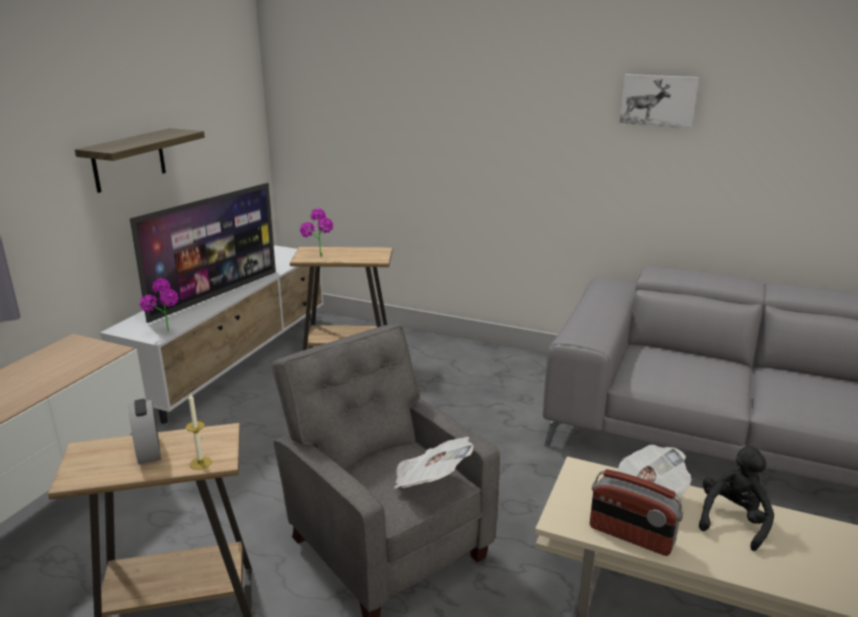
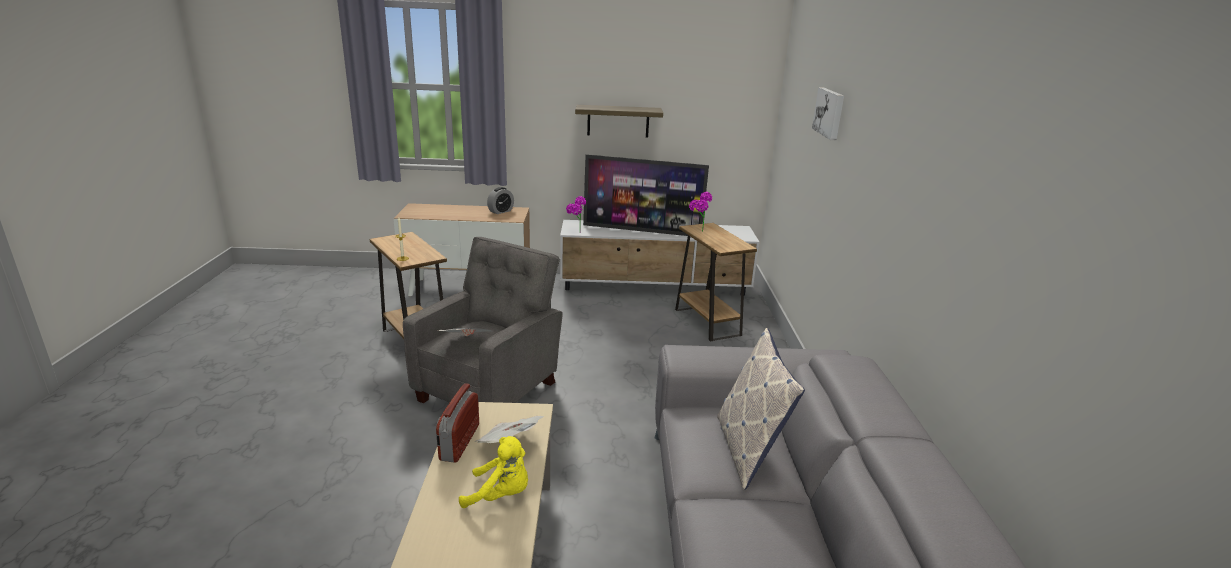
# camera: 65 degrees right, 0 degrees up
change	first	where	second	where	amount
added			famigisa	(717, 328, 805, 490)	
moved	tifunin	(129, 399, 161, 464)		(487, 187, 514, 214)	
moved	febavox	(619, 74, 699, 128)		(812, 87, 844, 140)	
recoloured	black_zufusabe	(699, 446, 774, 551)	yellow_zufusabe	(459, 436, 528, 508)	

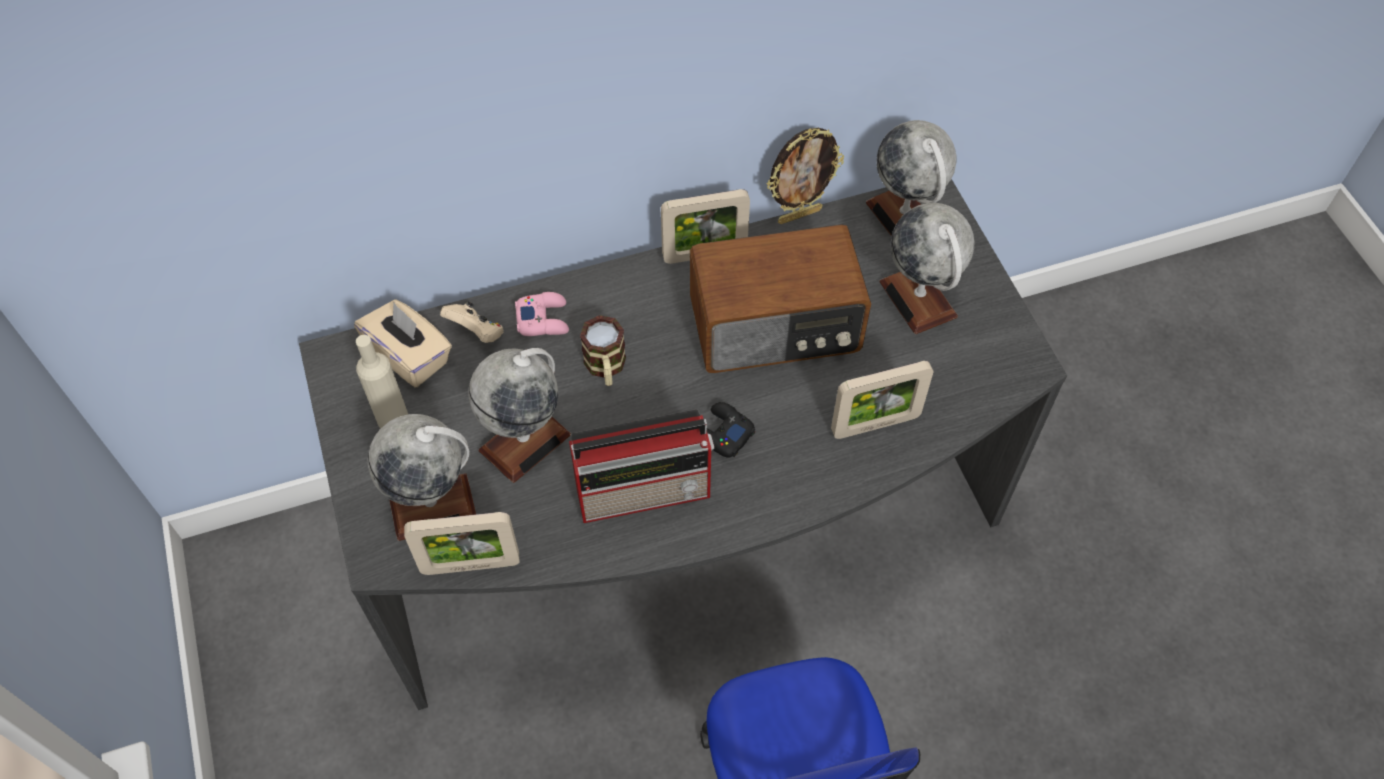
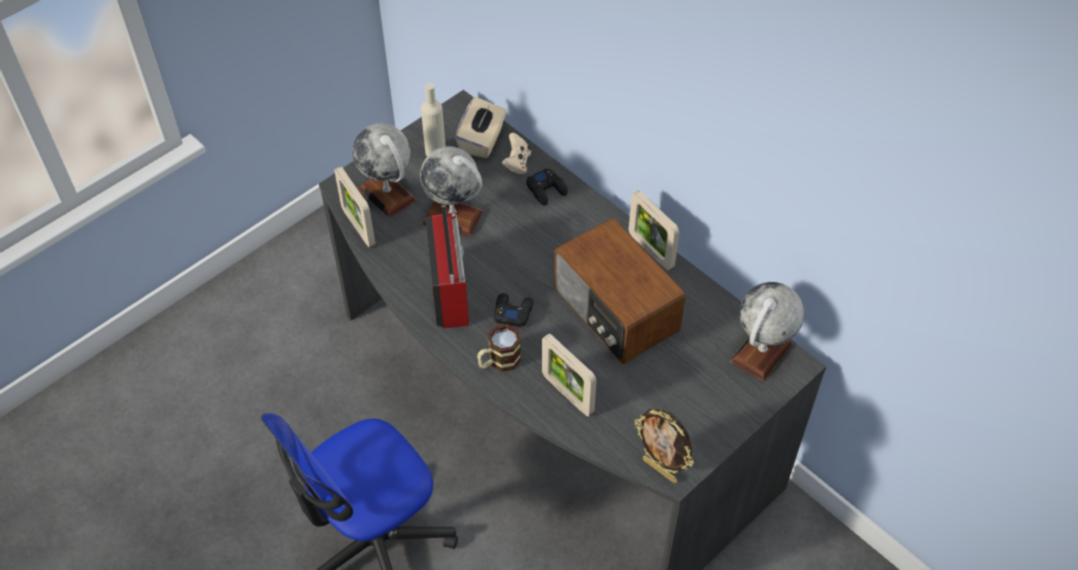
# camera: 65 degrees right, 5 degrees down
change	first	where	second	where	amount
removed	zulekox	(879, 203, 975, 334)			
moved	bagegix	(580, 315, 626, 386)		(477, 324, 521, 372)	
moved	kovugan	(767, 128, 844, 224)		(635, 408, 694, 483)	
recoloured	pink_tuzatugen	(515, 292, 569, 336)	black_tuzatugen	(526, 168, 568, 205)	
turned	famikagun	(569, 409, 714, 523)		(425, 205, 469, 328)	150 degrees counterclockwise

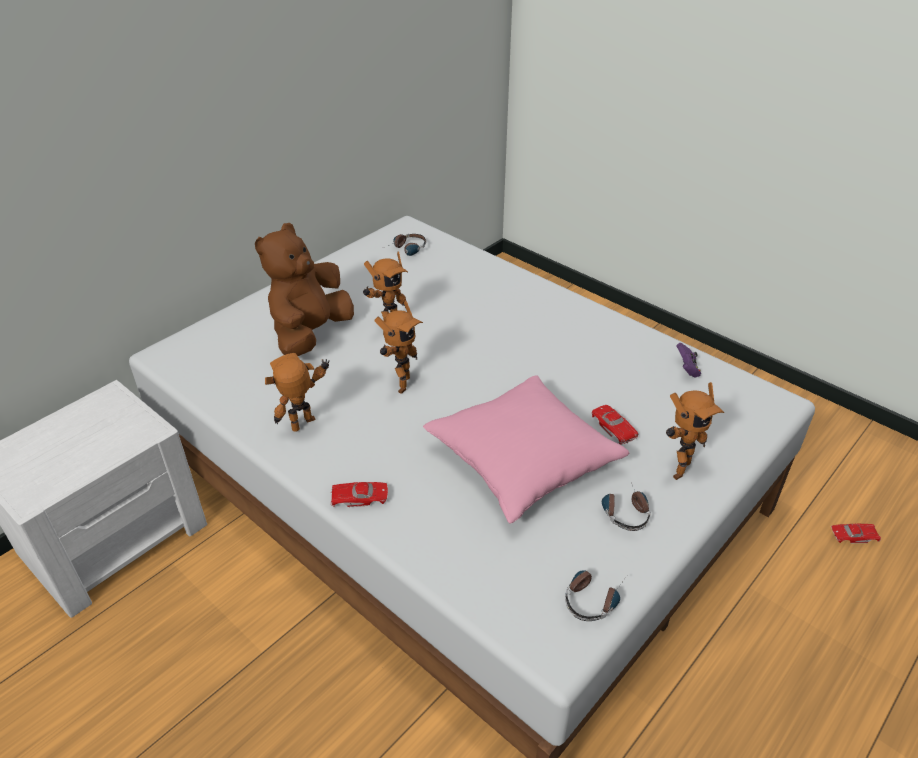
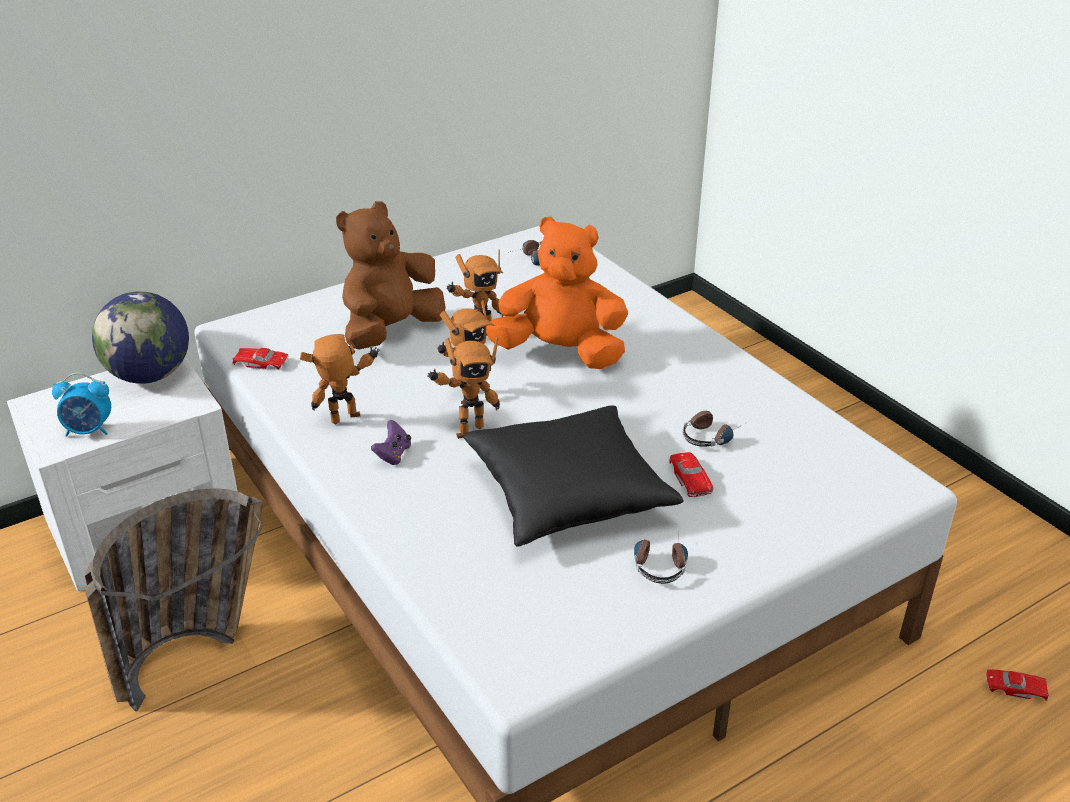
# camera: 15 degrees right, 5 degrees down
change	first	where	second	where	amount
added			tifunin	(52, 372, 111, 437)	
added			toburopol	(84, 488, 264, 712)	
added			zulekox	(92, 291, 189, 384)	
added			orange_zufusabe	(486, 216, 628, 369)	
moved	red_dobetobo	(330, 482, 388, 507)		(232, 348, 289, 370)	
moved	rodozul	(565, 570, 627, 621)		(682, 411, 742, 447)	
moved	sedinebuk	(666, 382, 725, 480)		(427, 336, 500, 439)	
moved	purple_tuzatugen	(676, 343, 701, 378)		(371, 420, 411, 465)	
recoloured	pink_famigisa	(423, 375, 629, 524)	black_famigisa	(463, 405, 684, 547)	

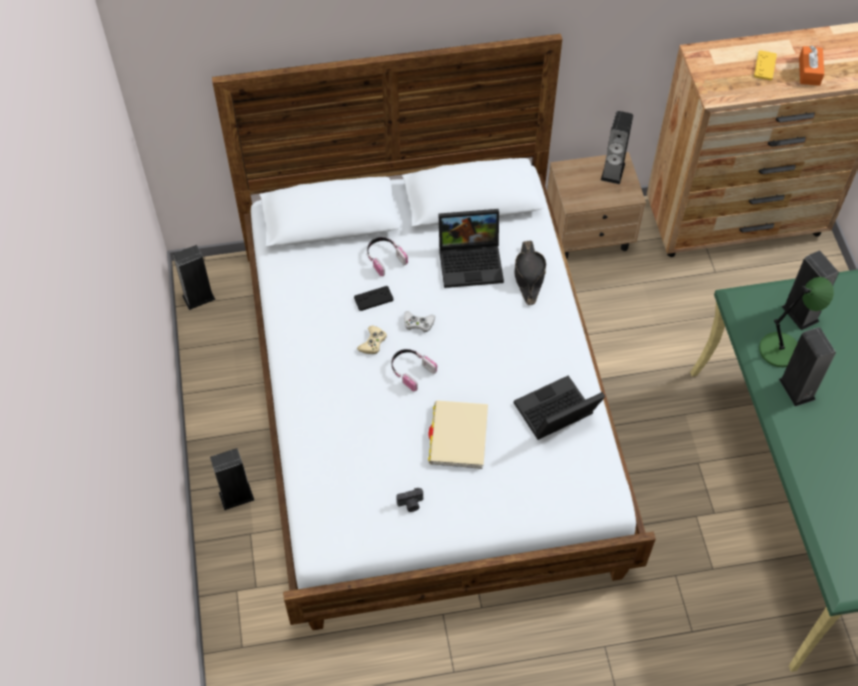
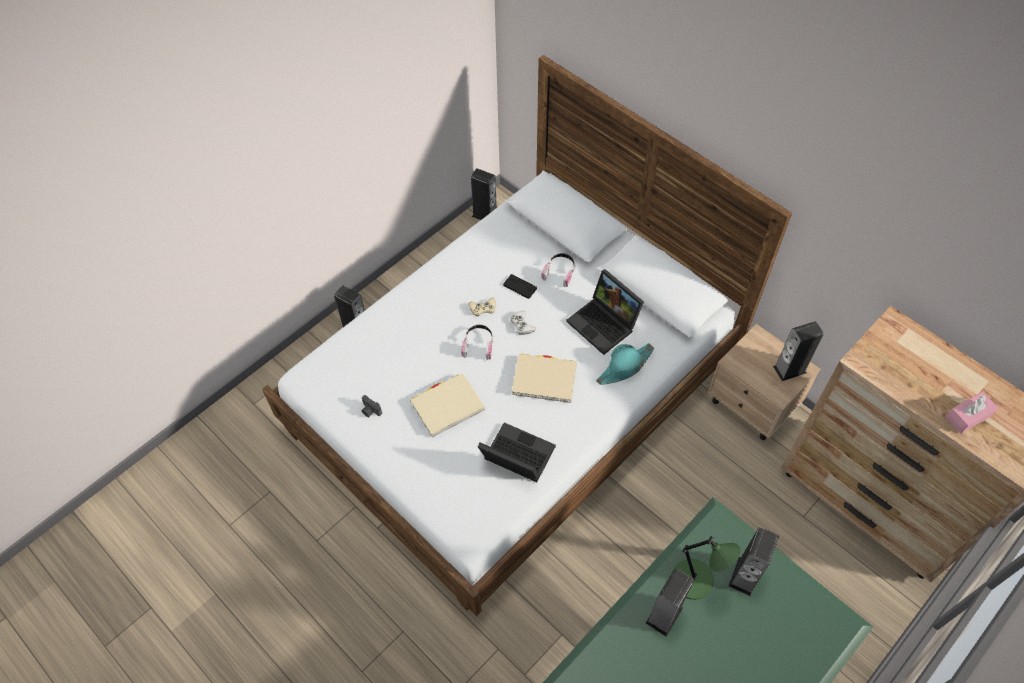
# camera: 55 degrees right, 0 degrees up
change	first	where	second	where	amount
removed	yellow_tuzatugen	(754, 50, 777, 80)			
added			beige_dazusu	(512, 353, 577, 403)	
recoloured	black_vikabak	(515, 241, 546, 305)	turquoise_vikabak	(596, 343, 654, 385)	
recoloured	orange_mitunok	(799, 46, 824, 86)	pink_mitunok	(946, 391, 998, 433)	

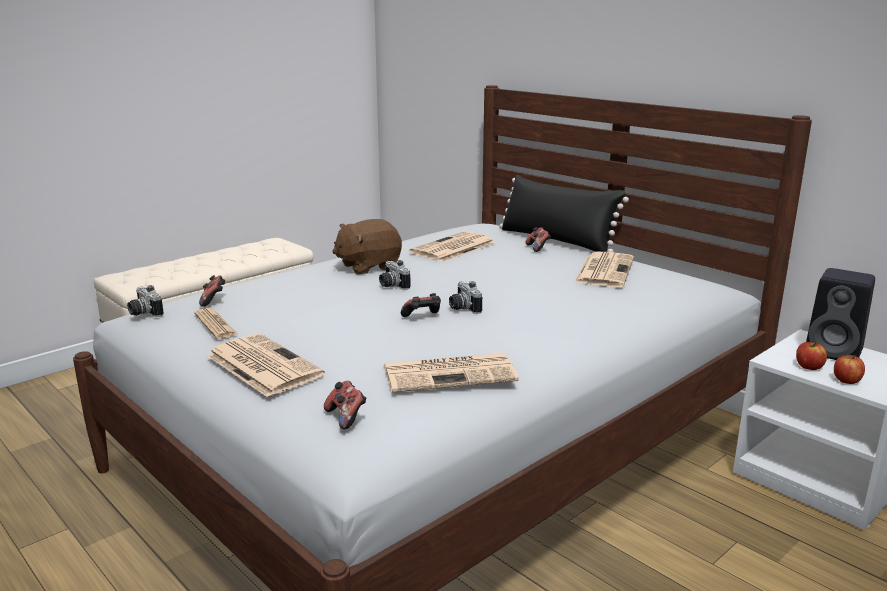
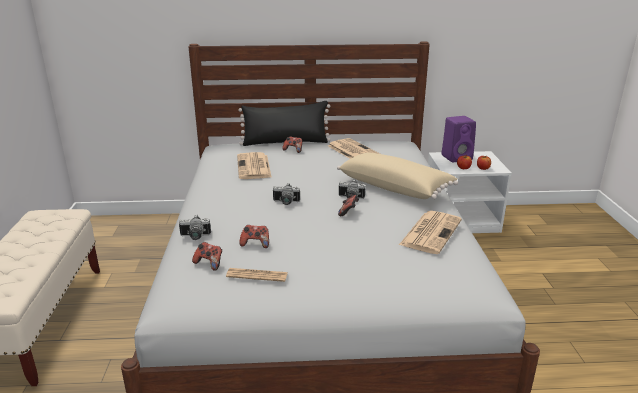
# camera: 50 degrees left, 5 degrees up
change	first	where	second	where	amount
removed	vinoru	(207, 334, 325, 397)			
removed	brown_zufusabe	(332, 219, 402, 274)			
added			beige_famigisa	(337, 152, 458, 199)	
moved	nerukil	(127, 285, 164, 317)		(179, 215, 211, 240)	
moved	tuzatugen	(324, 381, 367, 429)		(239, 225, 269, 248)	
recoloured	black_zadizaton	(806, 268, 875, 360)	purple_zadizaton	(441, 116, 476, 162)	

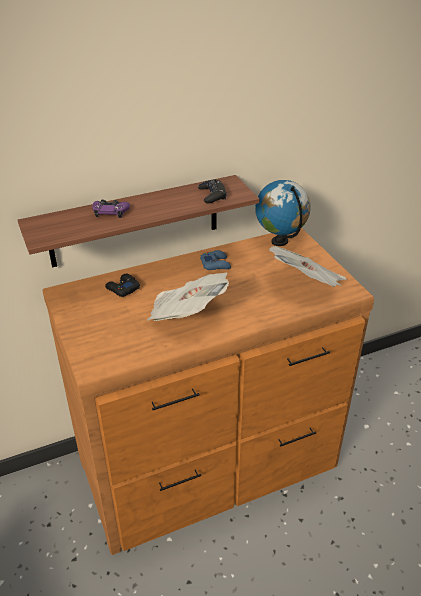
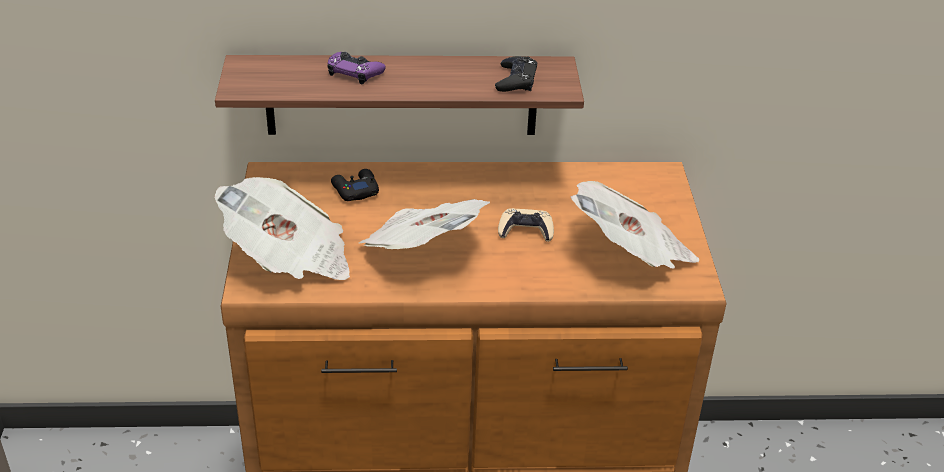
# camera: 20 degrees right, 0 degrees up
change	first	where	second	where	amount
removed	blue_tuzatugen	(200, 250, 231, 270)			
removed	zulekox	(255, 180, 311, 246)			
added			vinoru	(215, 177, 350, 280)	
added			beige_tuzatugen	(498, 208, 554, 242)	

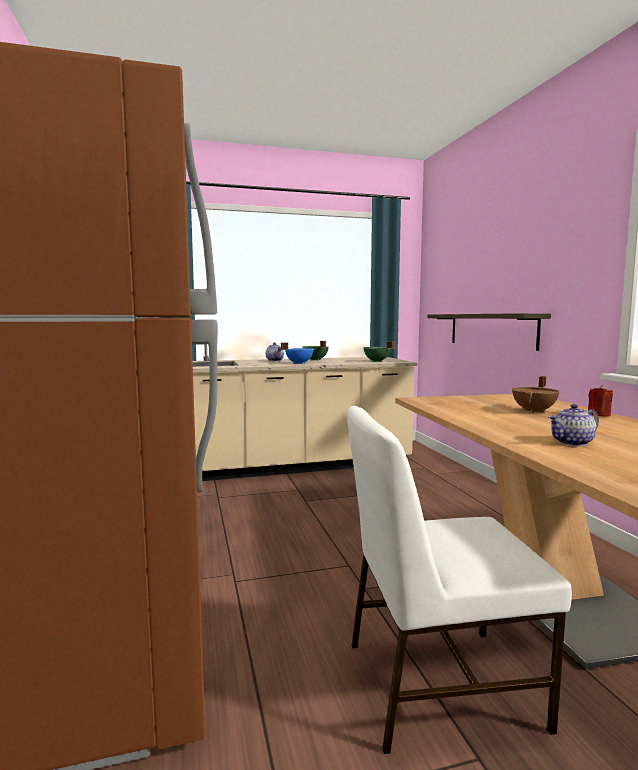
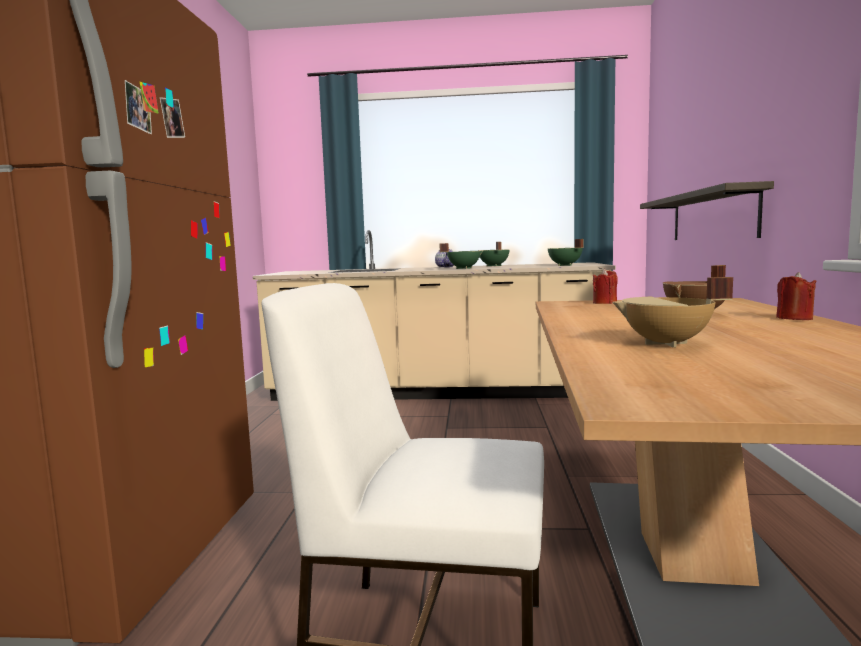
# camera: 20 degrees right, 0 degrees up
change	first	where	second	where	amount
added			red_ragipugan	(593, 269, 618, 304)	
replaced	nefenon	(548, 404, 599, 446)	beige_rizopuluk	(612, 277, 733, 348)	
recoloured	blue_rizopuluk	(281, 342, 314, 364)	green_rizopuluk	(440, 243, 483, 269)	

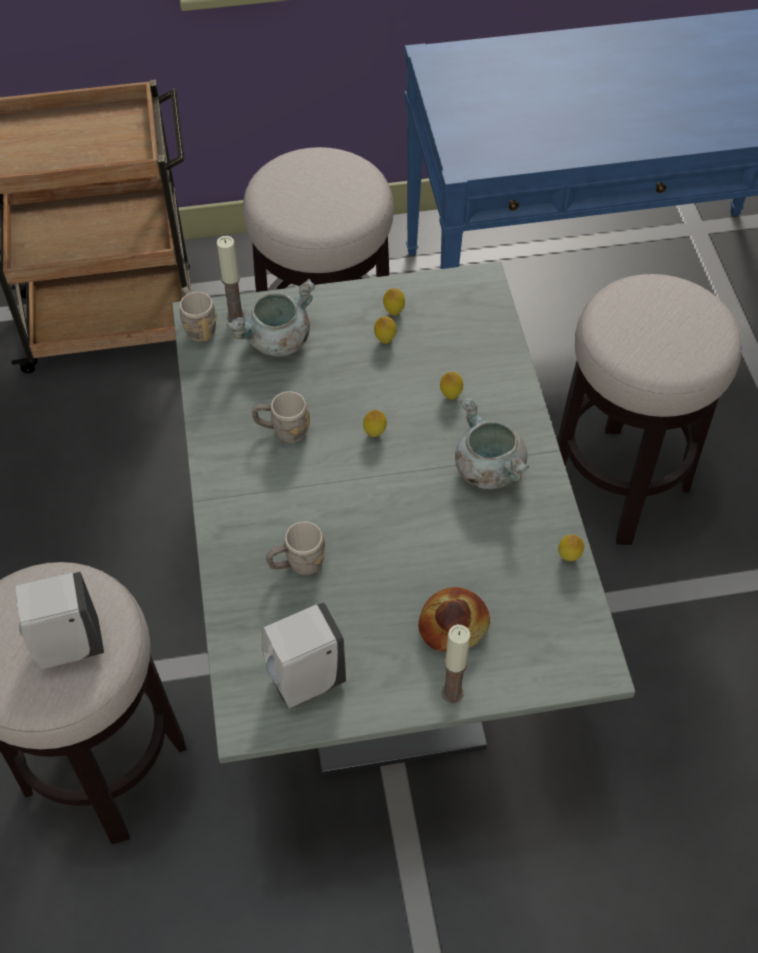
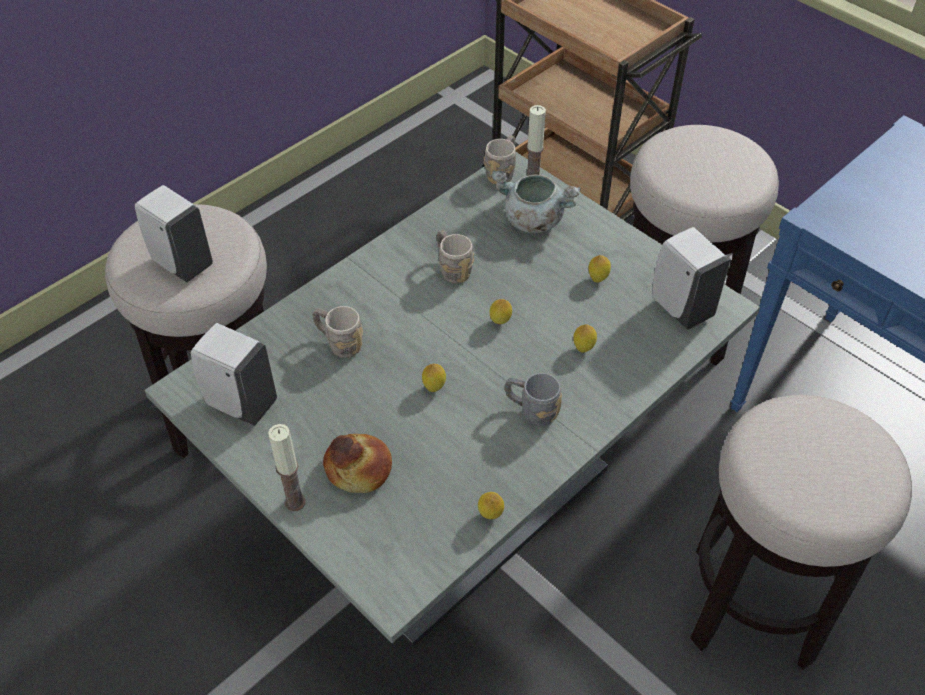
# camera: 55 degrees right, 5 degrees down
change	first	where	second	where	amount
added			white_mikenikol	(652, 227, 730, 330)	
moved	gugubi	(383, 288, 405, 316)		(422, 364, 446, 392)	
replaced	grey_rizopuluk	(455, 397, 529, 489)	grey_bagegix	(505, 373, 562, 426)	

